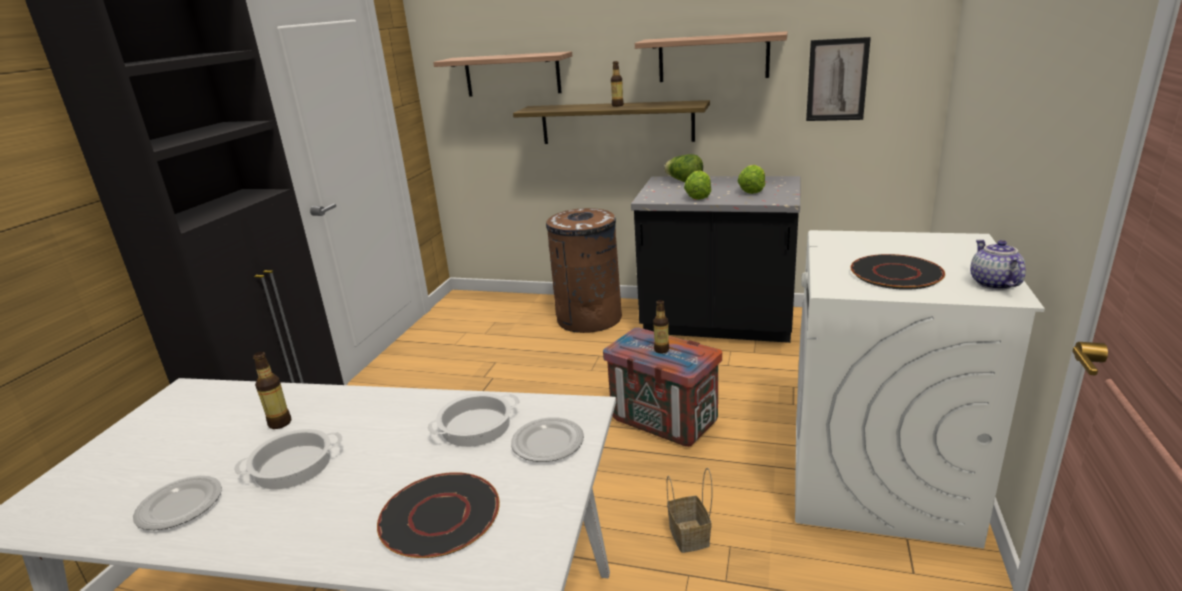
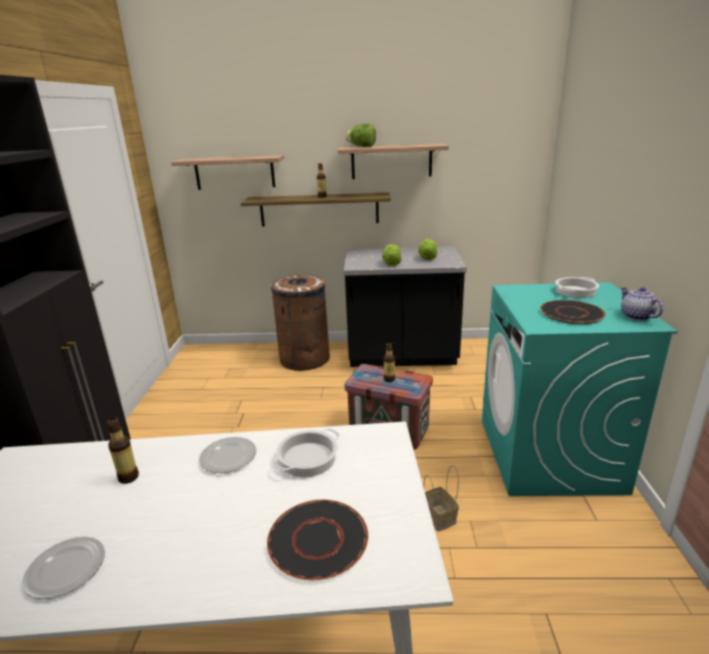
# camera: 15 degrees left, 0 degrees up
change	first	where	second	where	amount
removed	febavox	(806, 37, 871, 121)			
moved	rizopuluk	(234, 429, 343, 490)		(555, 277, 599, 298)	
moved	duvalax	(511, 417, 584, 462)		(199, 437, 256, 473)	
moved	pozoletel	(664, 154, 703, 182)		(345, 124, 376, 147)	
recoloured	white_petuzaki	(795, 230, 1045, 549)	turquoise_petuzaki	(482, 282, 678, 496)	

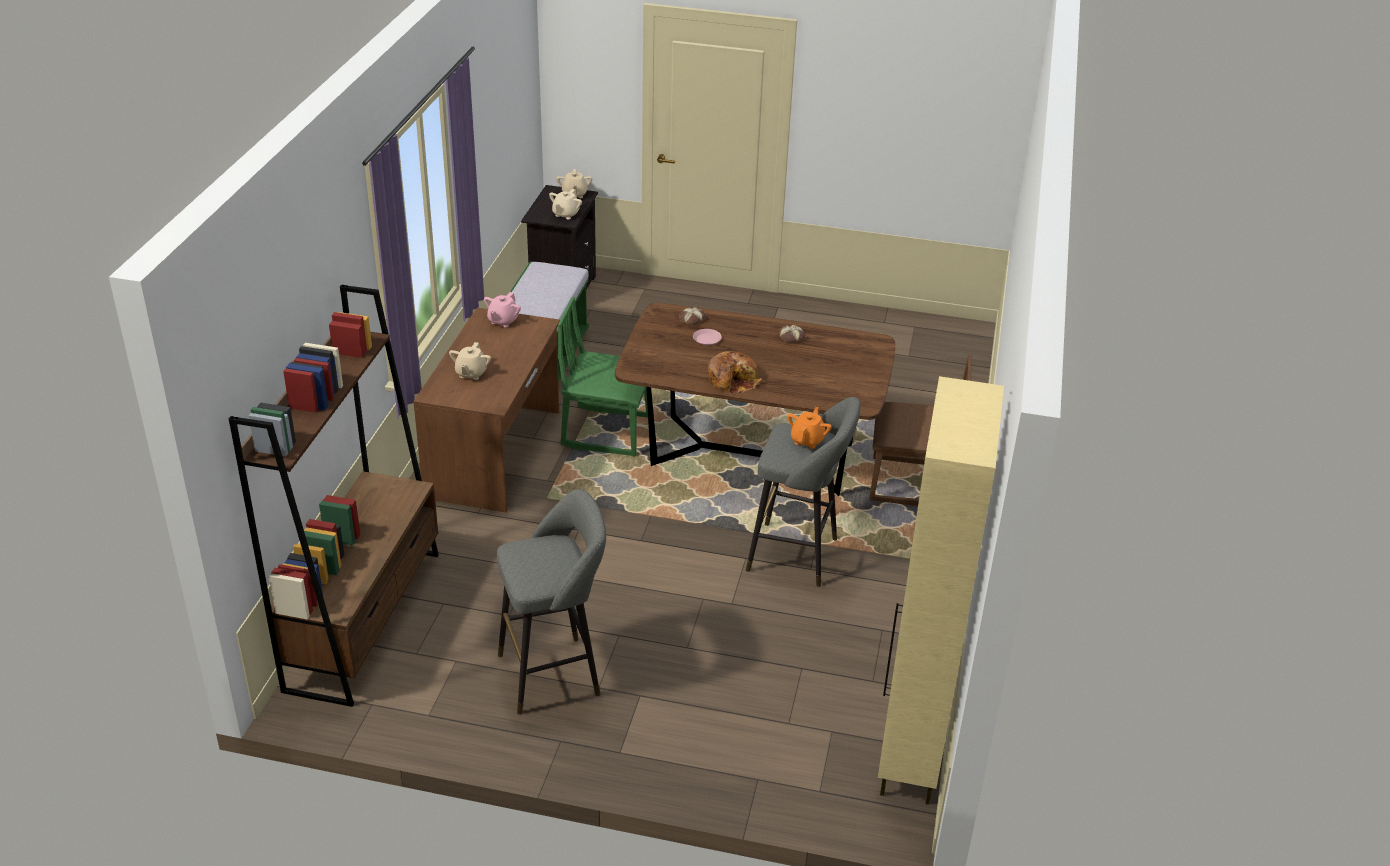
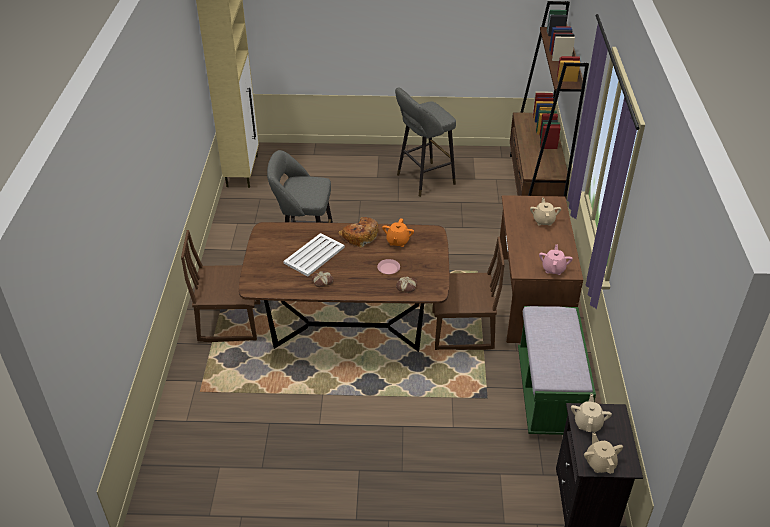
# camera: 170 degrees right, 5 degrees up
change	first	where	second	where	amount
added			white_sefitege	(283, 233, 345, 277)	
moved	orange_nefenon	(787, 407, 832, 449)		(382, 218, 414, 247)	
recoloured	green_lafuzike	(558, 297, 648, 457)	brown_lafuzike	(432, 237, 505, 350)	

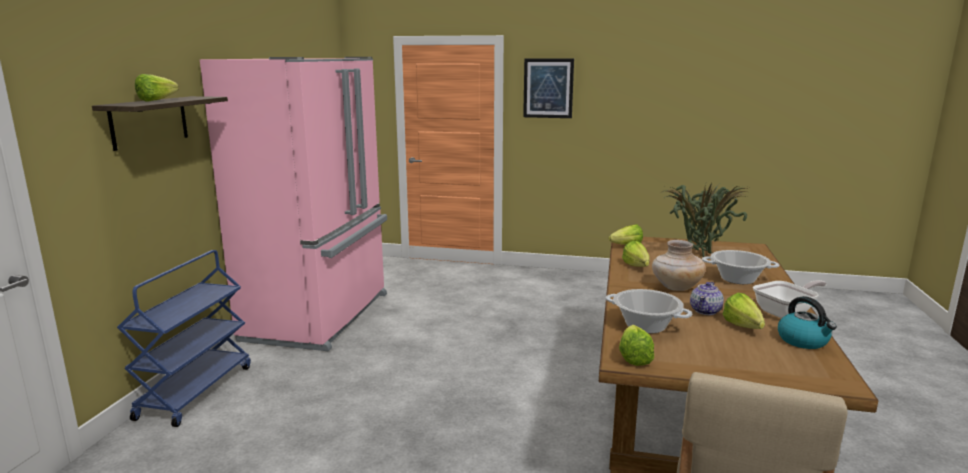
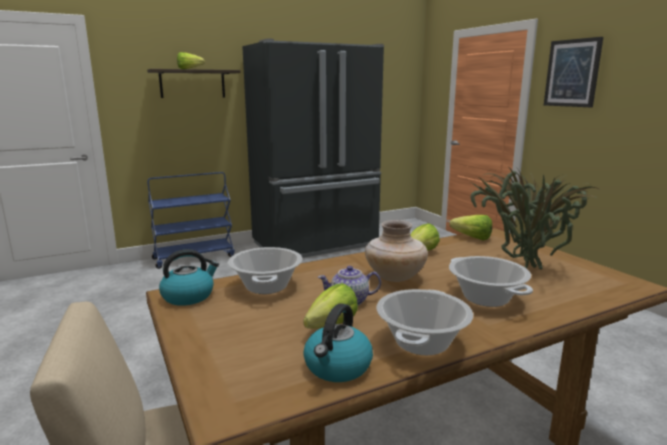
# camera: 50 degrees right, 0 degrees up
change	first	where	second	where	amount
replaced	pozoletel	(619, 325, 654, 366)	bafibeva	(159, 249, 219, 306)	
replaced	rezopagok	(753, 280, 827, 318)	rizopuluk	(377, 289, 473, 355)	
recoloured	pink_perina	(200, 57, 387, 352)	black_perina	(242, 39, 384, 258)	

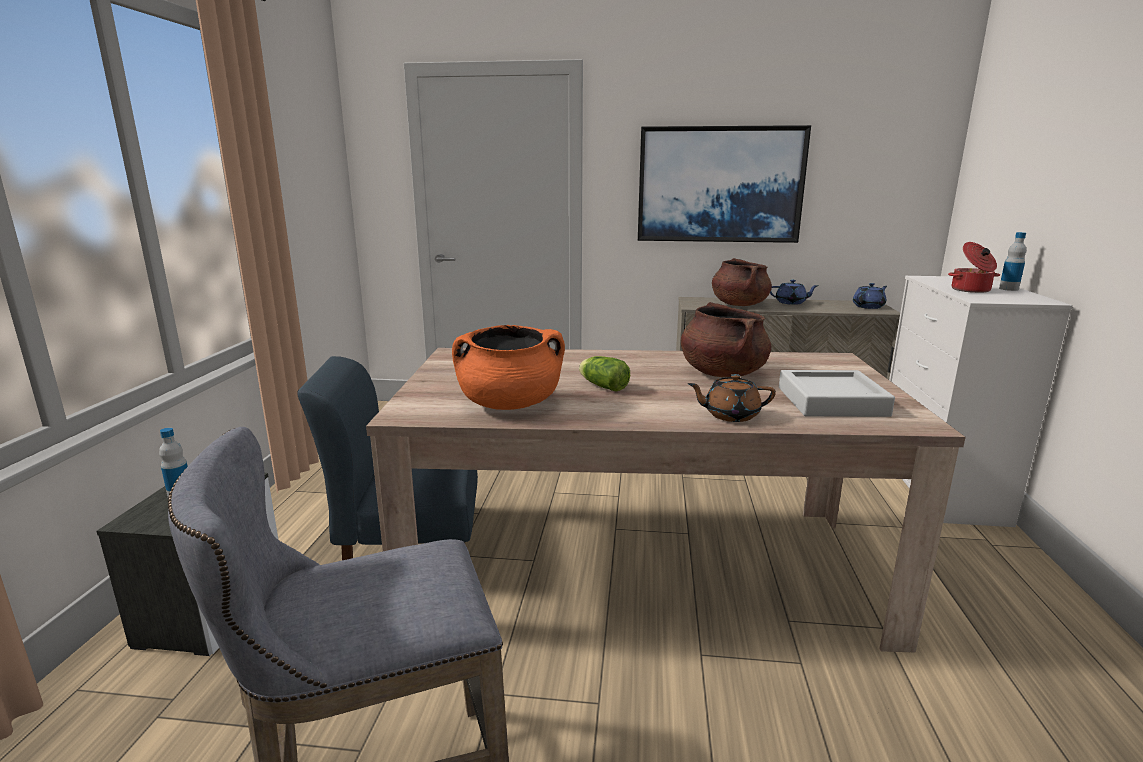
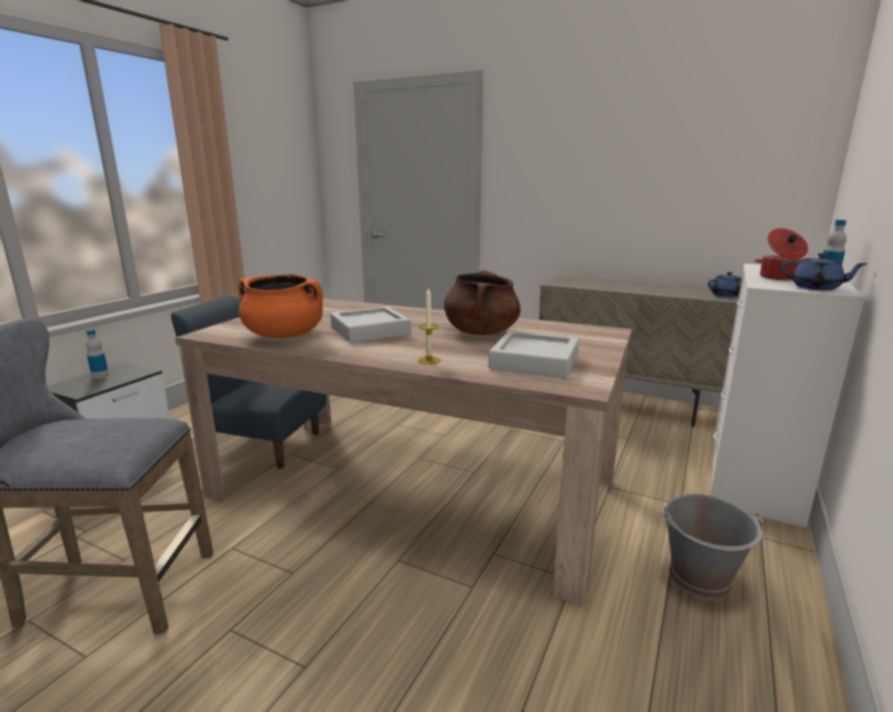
# camera: 20 degrees right, 0 degrees up
change	first	where	second	where	amount
removed	febavox	(638, 125, 811, 243)			
removed	brown_rizopuluk	(712, 258, 772, 306)			
added			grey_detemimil	(662, 493, 764, 600)	
moved	blue_nefenon	(770, 280, 819, 305)		(781, 253, 868, 290)	
replaced	pozoletel	(579, 356, 630, 392)	grey_sefitege	(330, 306, 411, 343)	
replaced	brown_nefenon	(688, 374, 776, 422)	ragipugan	(418, 287, 441, 365)	

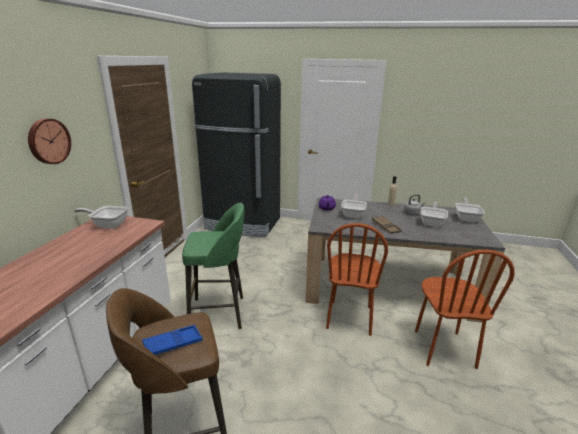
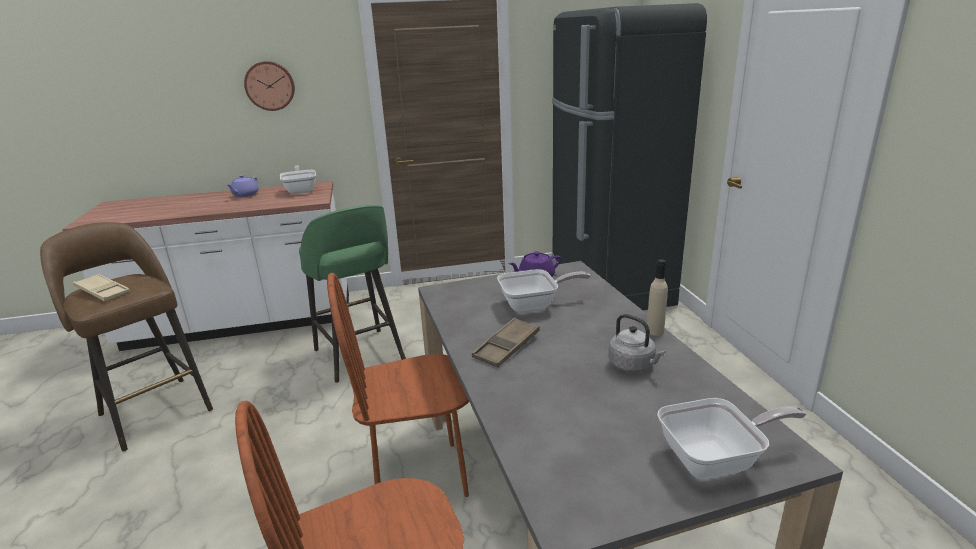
# camera: 65 degrees right, 0 degrees up
change	first	where	second	where	amount
removed	rezopagok	(420, 202, 448, 227)			
added			purple_nefenon	(227, 175, 259, 197)	
recoloured	blue_sefitege	(142, 325, 203, 355)	beige_sefitege	(73, 274, 130, 301)	

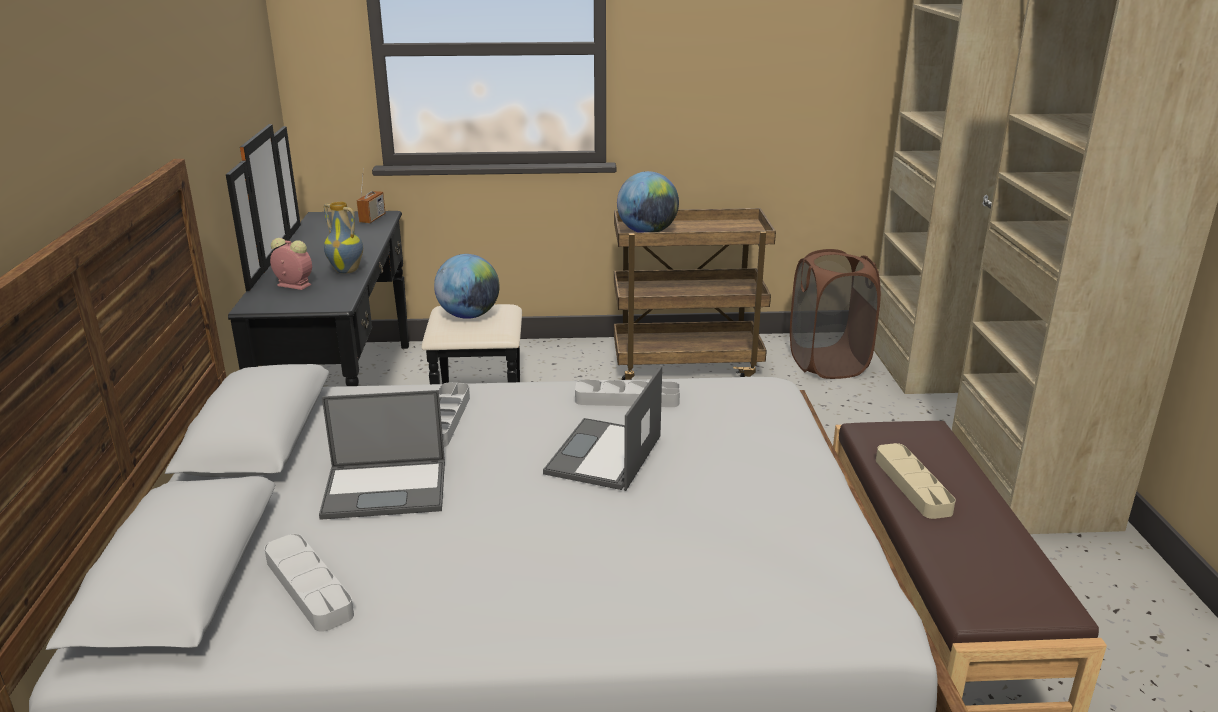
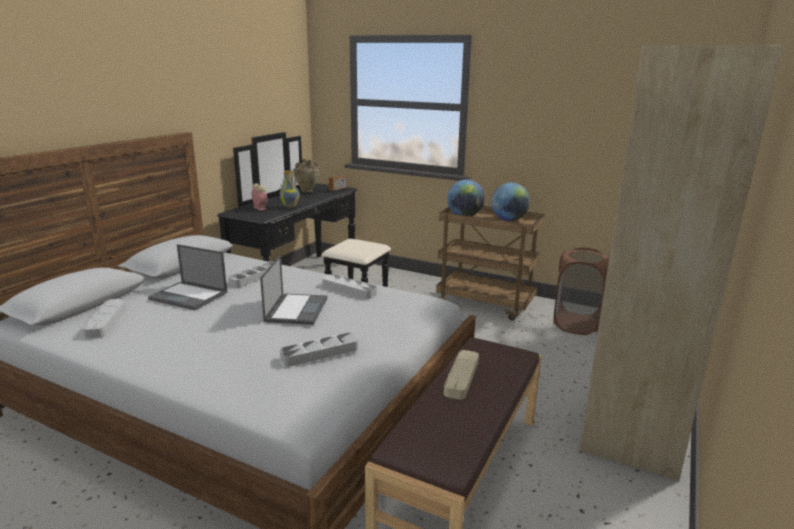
# camera: 30 degrees right, 5 degrees down
change	first	where	second	where	amount
added			grey_sefitege	(280, 333, 358, 367)	
added			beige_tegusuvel	(294, 159, 320, 192)	
moved	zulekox	(434, 254, 499, 319)		(491, 183, 530, 221)	
turned	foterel	(543, 366, 662, 491)		(260, 255, 328, 325)	135 degrees clockwise

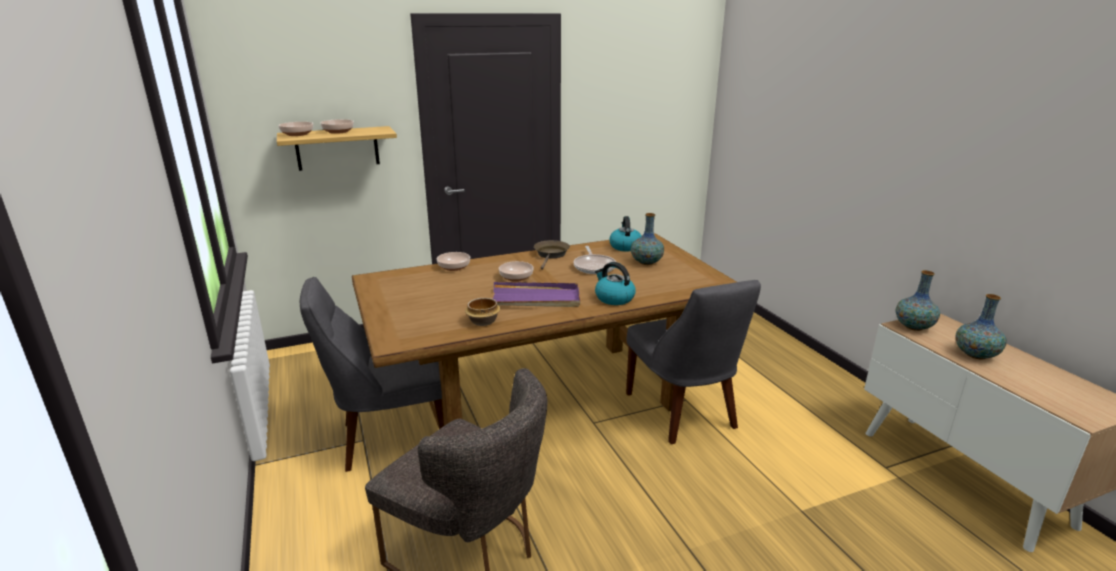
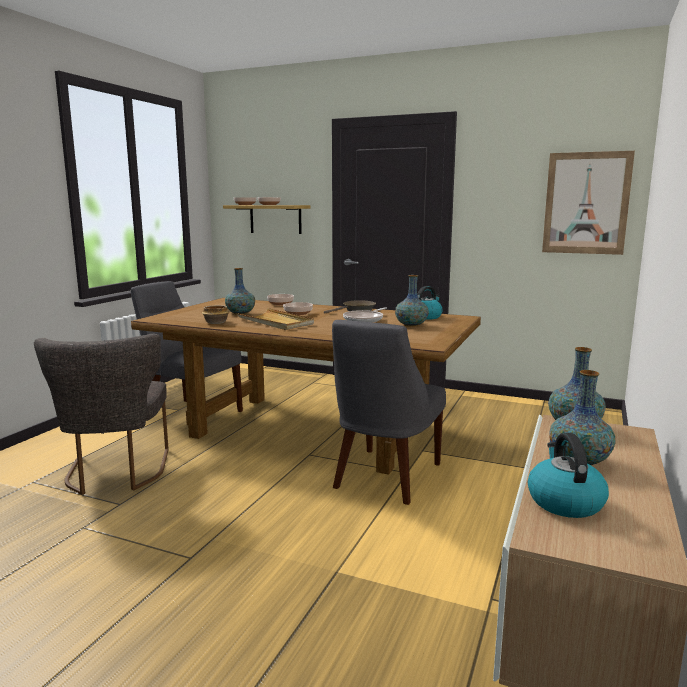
# camera: 45 degrees right, 10 degrees down
change	first	where	second	where	amount
added			tegusuvel	(225, 268, 255, 315)	
added			febavox	(542, 151, 635, 255)	
moved	bafibeva	(595, 262, 636, 305)		(528, 433, 609, 518)	
recoloured	purple_sefitege	(493, 282, 580, 307)	beige_sefitege	(236, 308, 314, 330)	

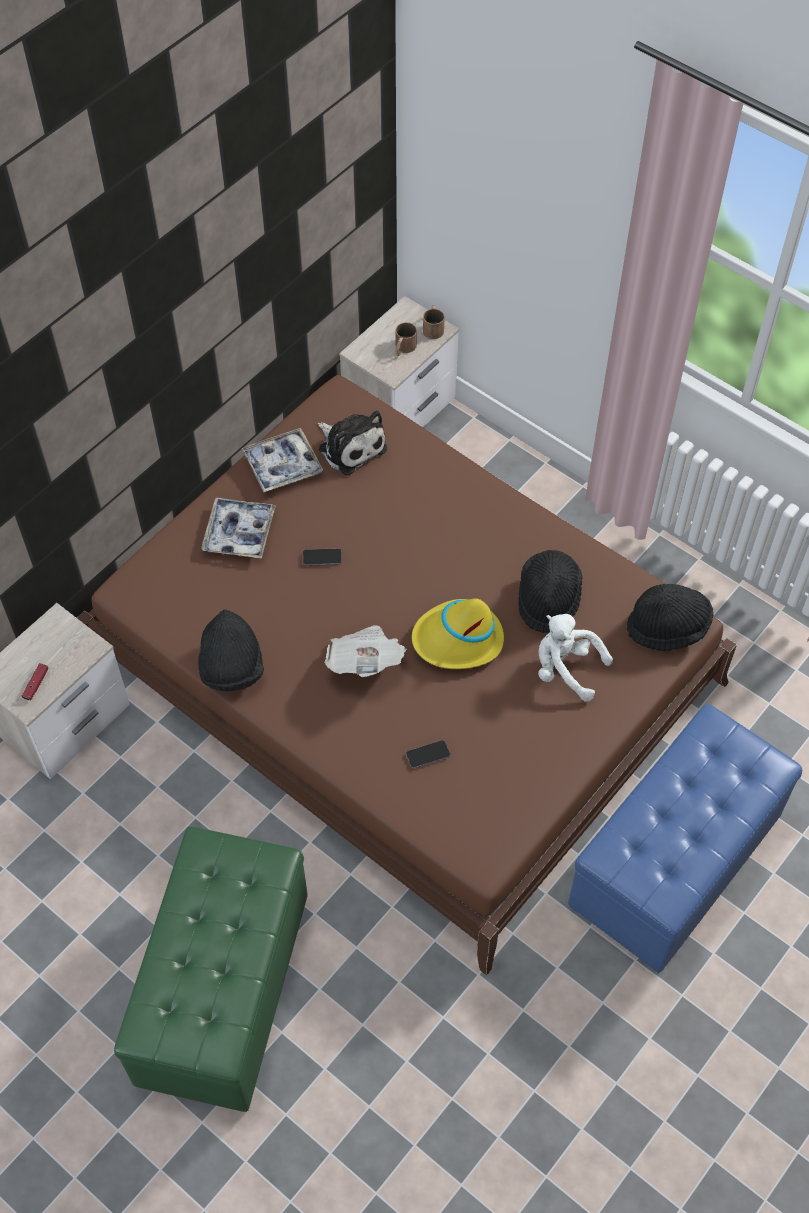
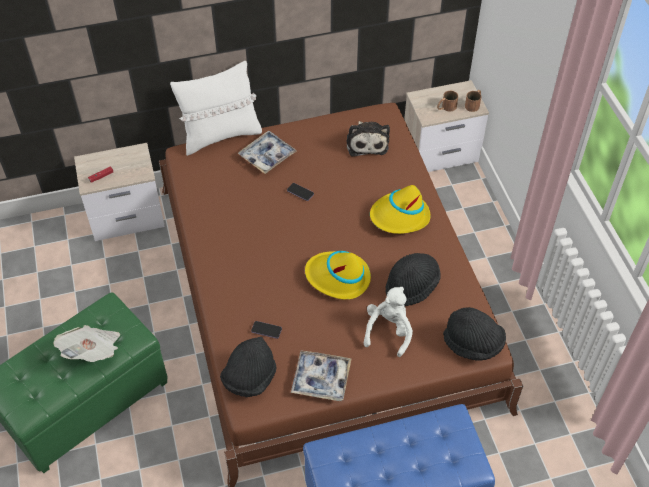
# camera: 35 degrees right, 5 degrees down
change	first	where	second	where	amount
added			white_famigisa	(170, 61, 262, 156)	
added			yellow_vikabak	(370, 185, 431, 234)	
moved	black_vikabak	(198, 610, 264, 691)		(220, 337, 276, 397)	
moved	sefitege	(241, 428, 323, 492)		(291, 350, 352, 401)	
moved	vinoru	(325, 625, 407, 677)		(54, 325, 120, 362)	
turned	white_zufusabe	(538, 614, 613, 701)		(364, 287, 413, 357)	45 degrees clockwise

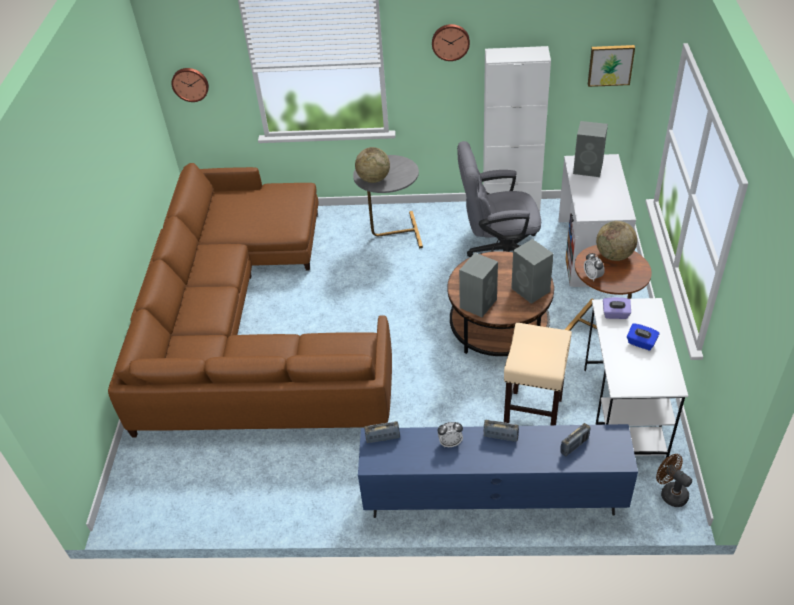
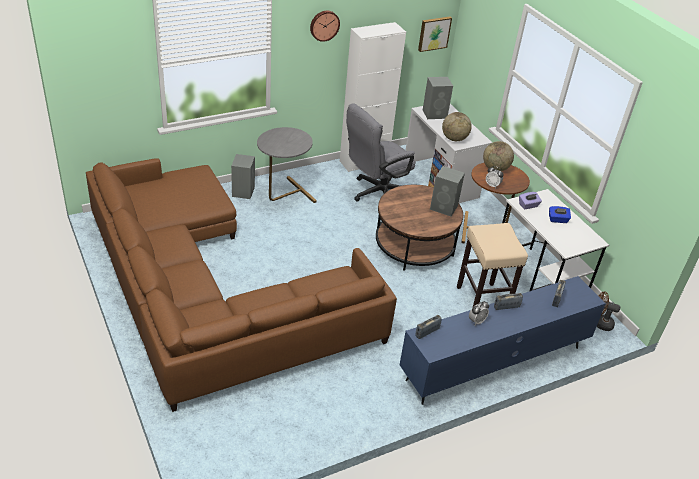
# camera: 35 degrees left, 5 degrees down
change	first	where	second	where	amount
removed	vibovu	(171, 68, 209, 102)			
moved	zulekox	(355, 147, 390, 183)		(442, 112, 472, 141)	
moved	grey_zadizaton	(459, 253, 498, 317)		(231, 154, 255, 199)	

